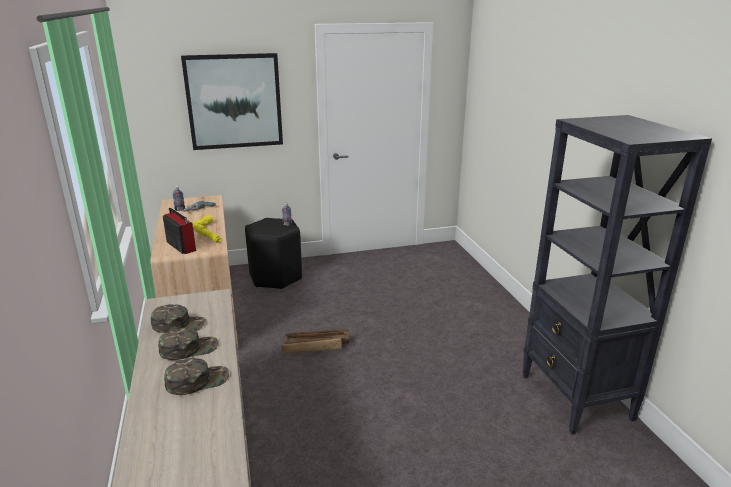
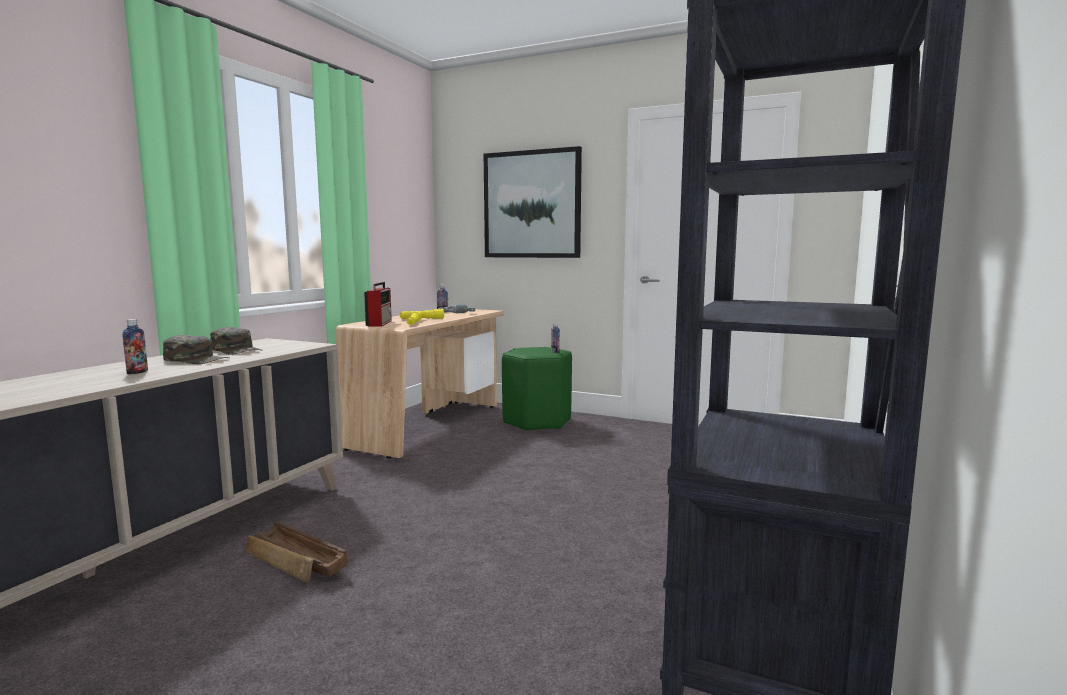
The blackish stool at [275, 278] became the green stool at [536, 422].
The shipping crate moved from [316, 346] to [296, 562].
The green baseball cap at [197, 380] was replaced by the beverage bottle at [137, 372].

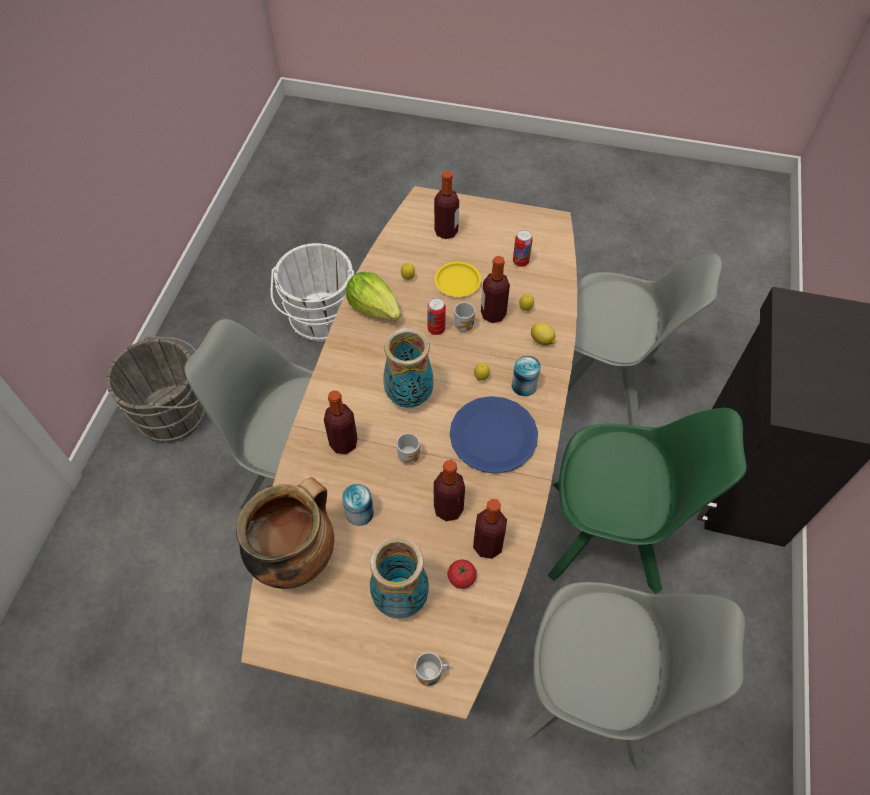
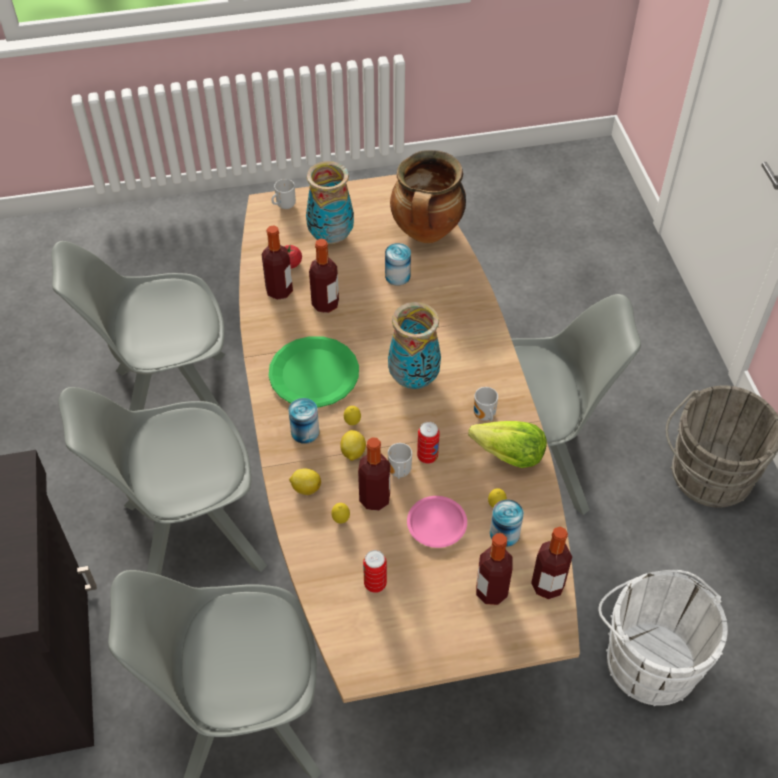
The yellowish dinner plate at [458, 281] became the pink dinner plate at [436, 524].
The beverage bottle moved from [343, 443] to [547, 585].
The blue-coloured dinner plate at [493, 436] became the green dinner plate at [314, 373].
The green upright chair at [609, 536] became the gray upright chair at [188, 536].
The tea mug moved from [410, 456] to [483, 416].
The whole lemon at [352, 453] appeared.
The sealed can at [504, 533] appeared.

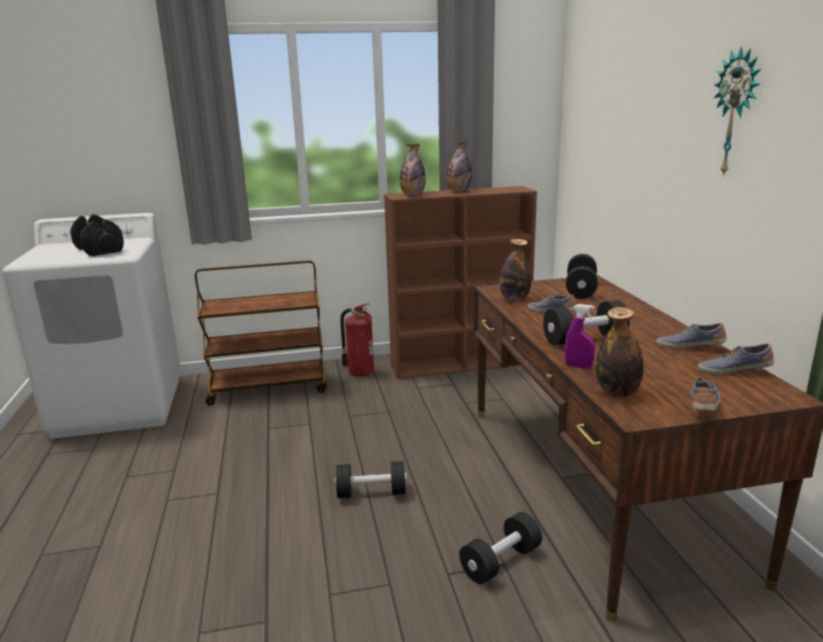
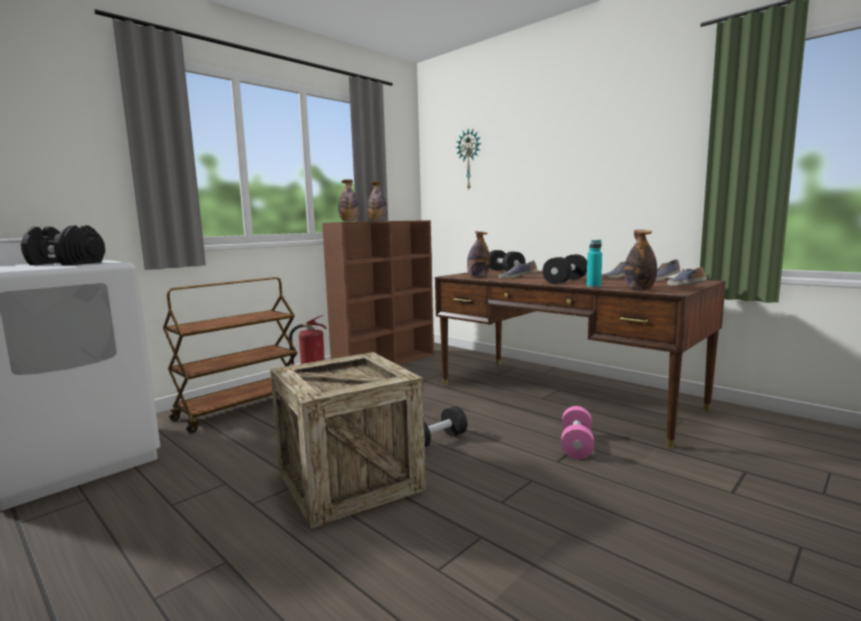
The wall clock moved from [736, 113] to [470, 159].
The purple spray bottle at [578, 366] was replaced by the turquoise-coloured beverage bottle at [593, 286].
The blackish free weight at [500, 562] became the pink free weight at [576, 445].
The shipping crate at [349, 481] appeared.

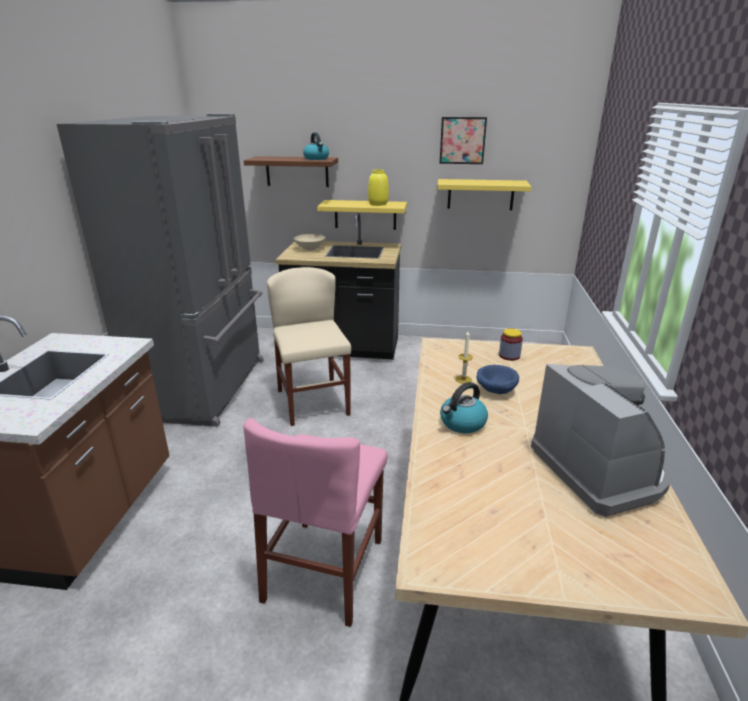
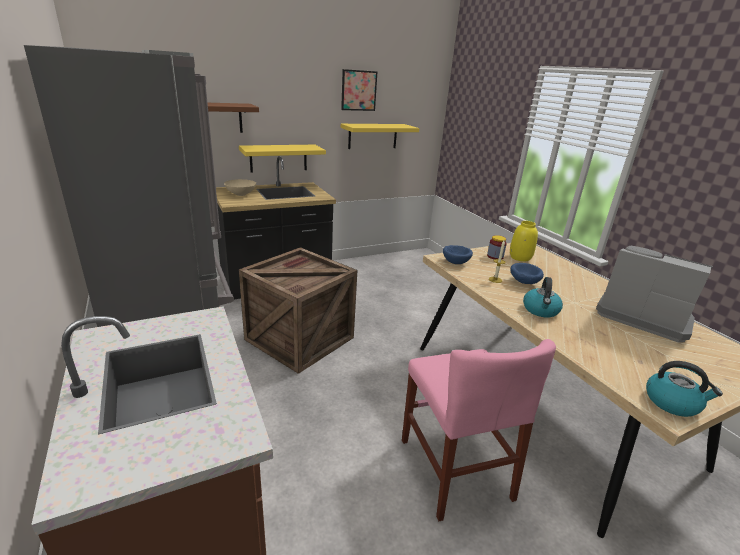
The water kettle moved from [316, 158] to [672, 402].
The yellowish vase moved from [378, 204] to [520, 258].
The beige upright chair at [313, 402] was replaced by the shipping crate at [300, 337].
The blue-coloured serving bowl at [456, 262] appeared.

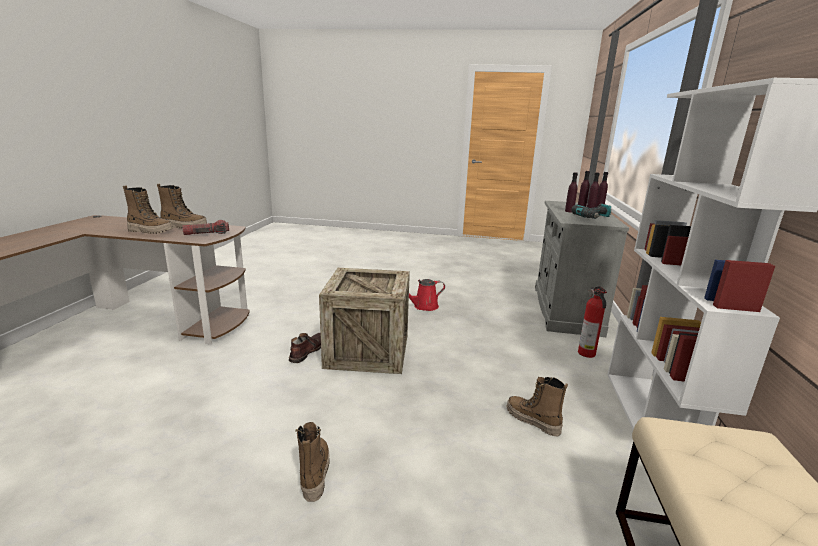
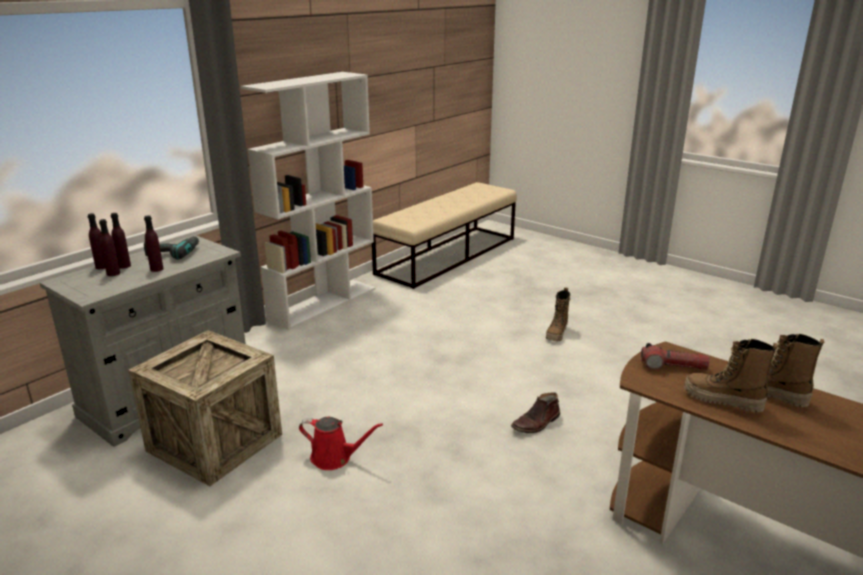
The shipping crate moved from [367, 351] to [215, 442].
The extinguisher at [587, 354] disappeared.
The high-top boot at [532, 421] disappeared.

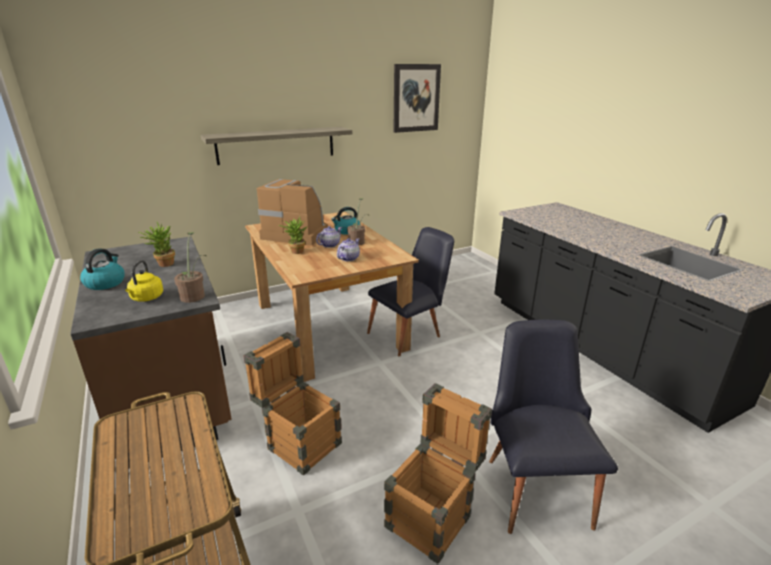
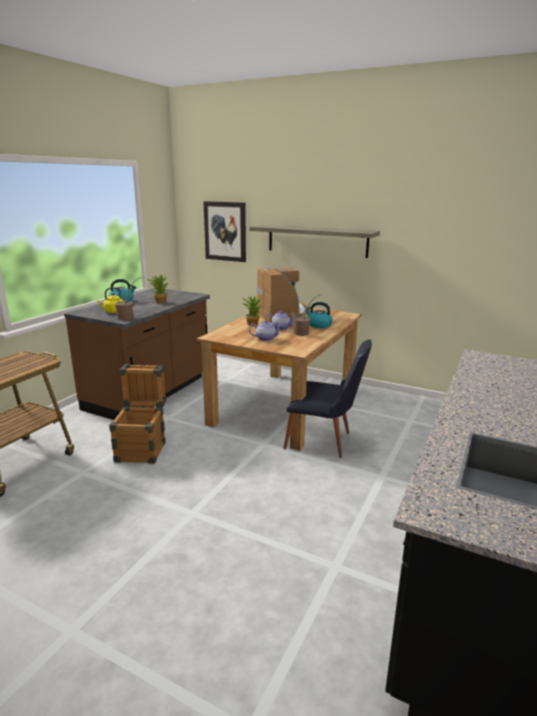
The picture moved from [416, 98] to [225, 231].
The blackish upright chair at [534, 482] disappeared.
The shipping crate at [434, 514] disappeared.

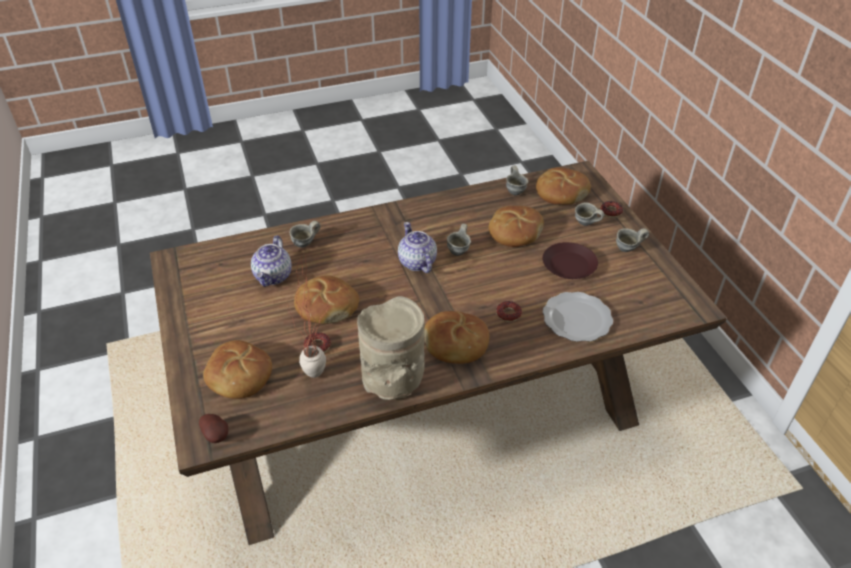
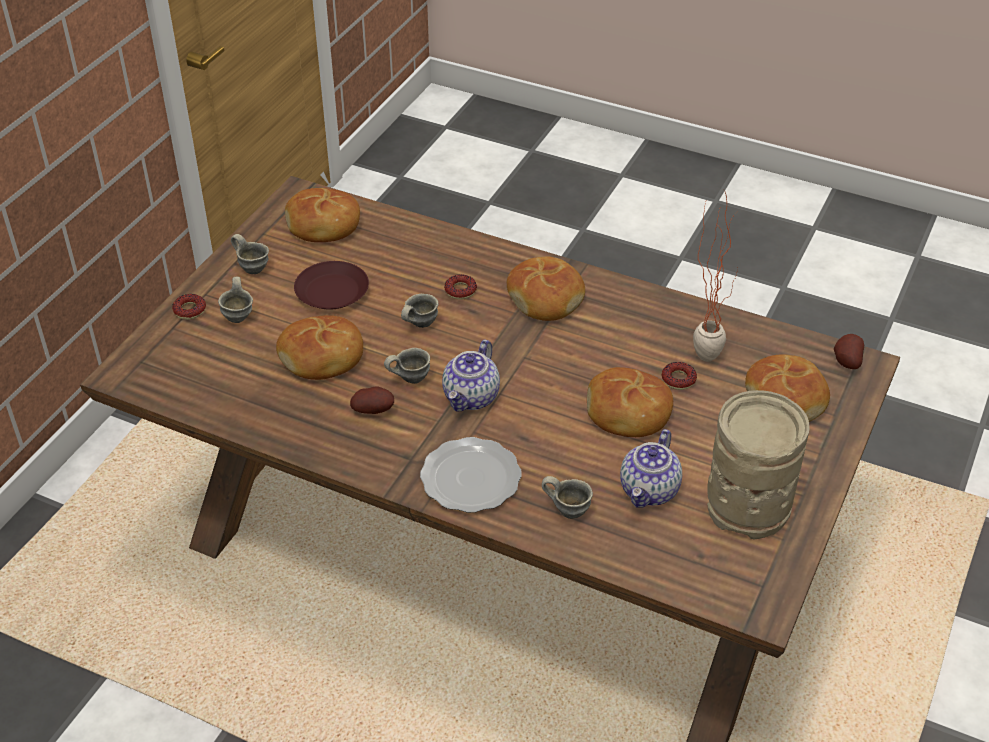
The gray tea mug moved from [516, 191] to [418, 324].
The baked bread moved from [561, 193] to [323, 226].
The teapot at [273, 276] turned 150 degrees clockwise.
The dinner plate moved from [578, 318] to [469, 477].
The beige vase moved from [393, 381] to [748, 506].
The whole potato at [374, 410] appeared.

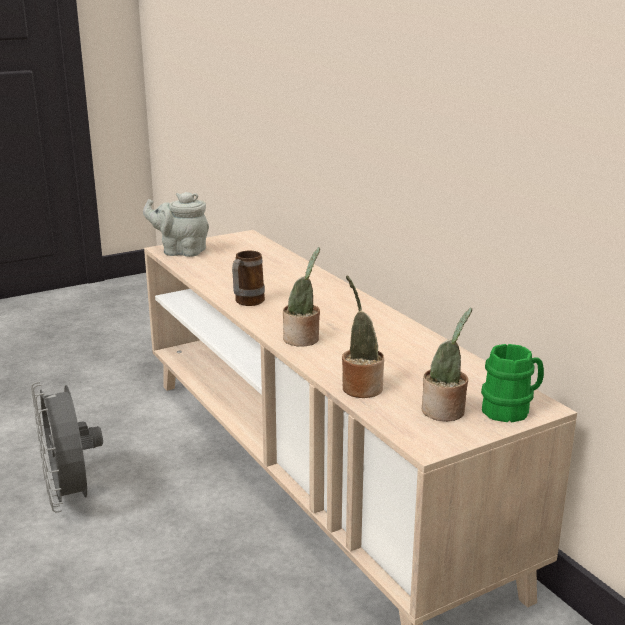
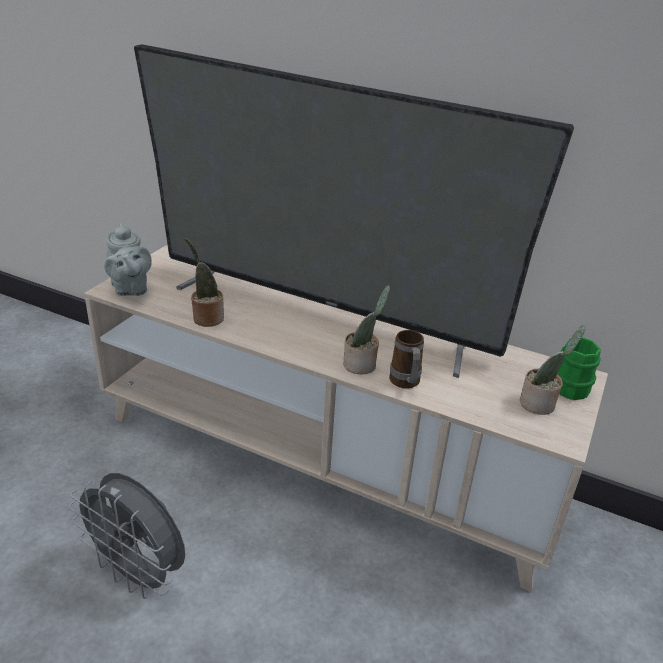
The gray teapot at [181, 251] turned 90 degrees counterclockwise.
The tea mug moved from [246, 303] to [405, 384].
The plant in a pot moved from [360, 387] to [206, 318].
The TV at [321, 312] appeared.

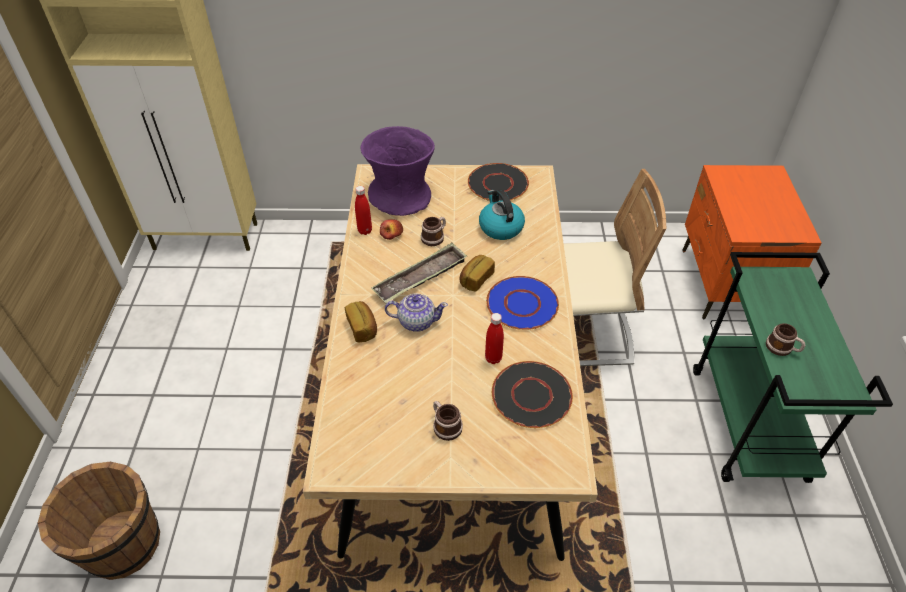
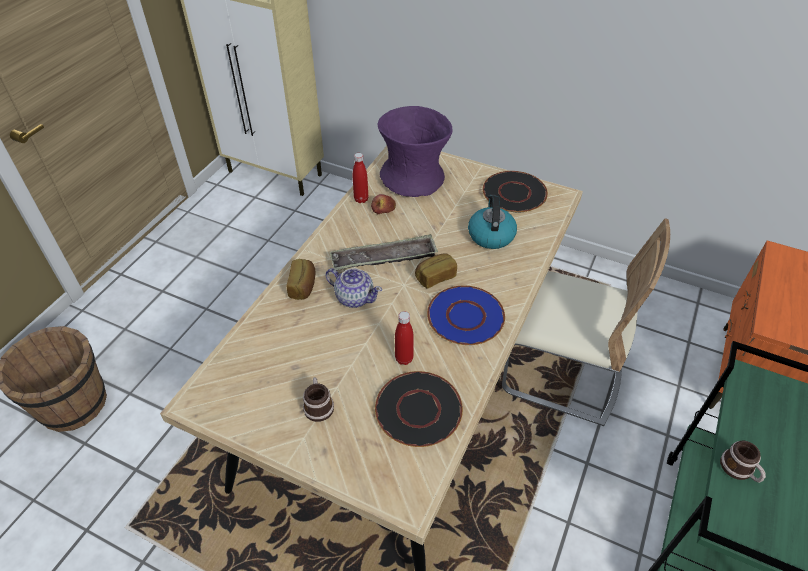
The tea mug at [435, 237] disappeared.

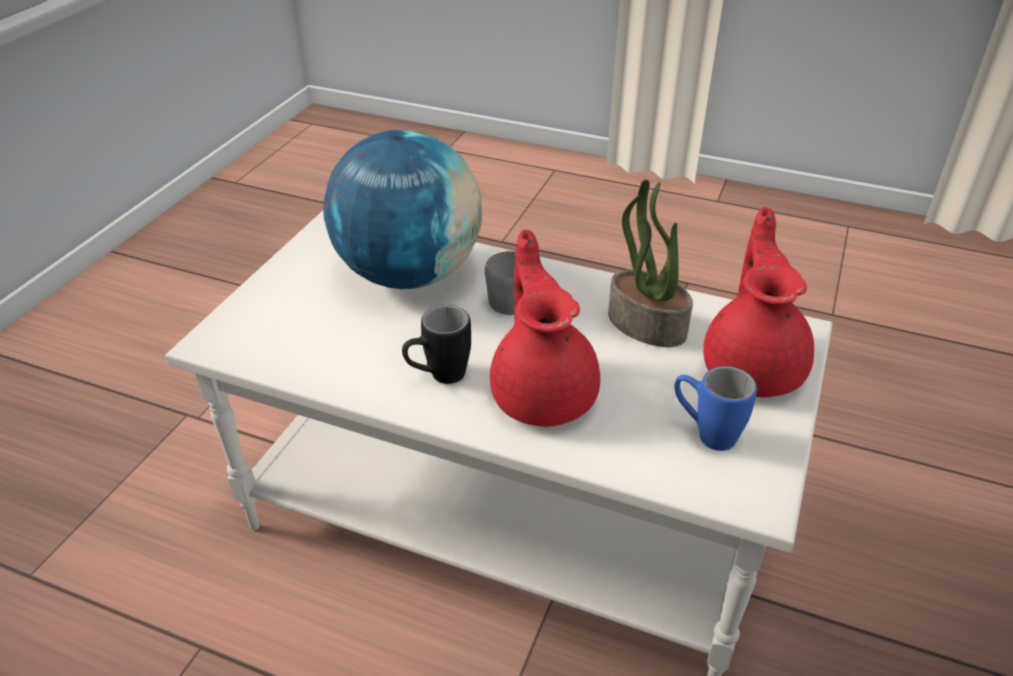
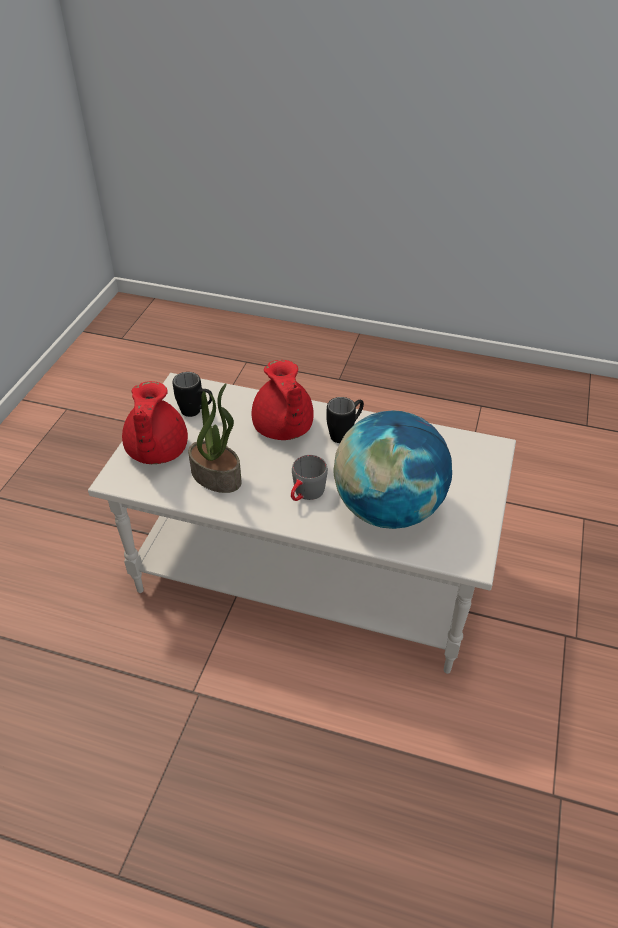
The blue-coloured tea mug at [705, 433] became the blackish tea mug at [196, 412].

